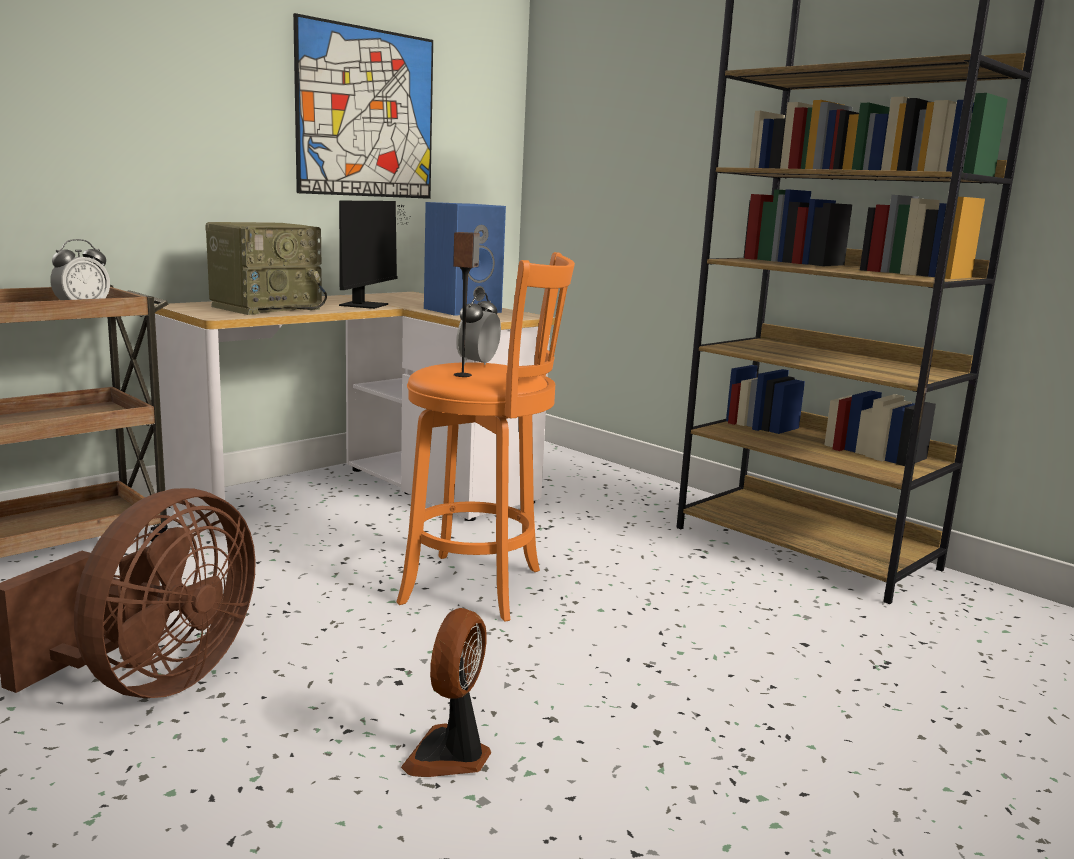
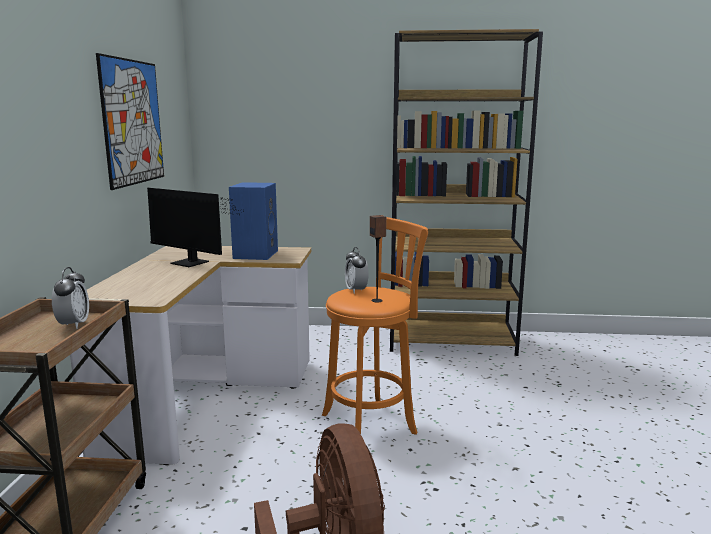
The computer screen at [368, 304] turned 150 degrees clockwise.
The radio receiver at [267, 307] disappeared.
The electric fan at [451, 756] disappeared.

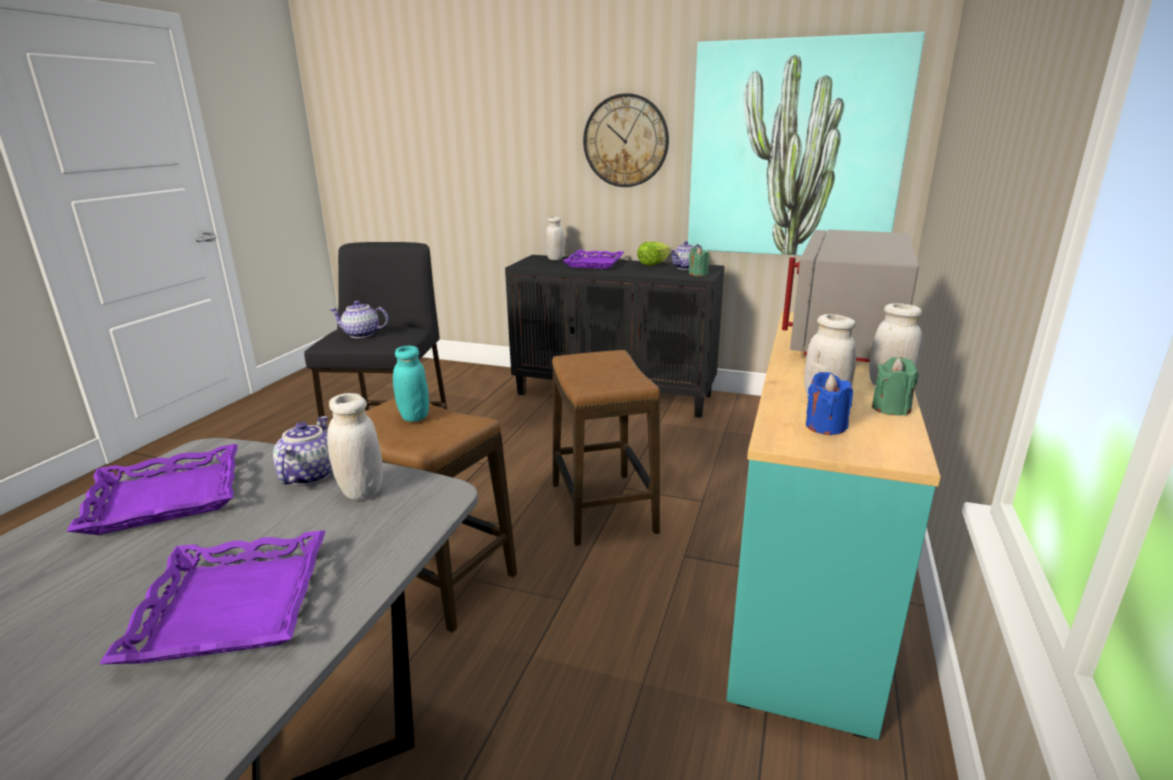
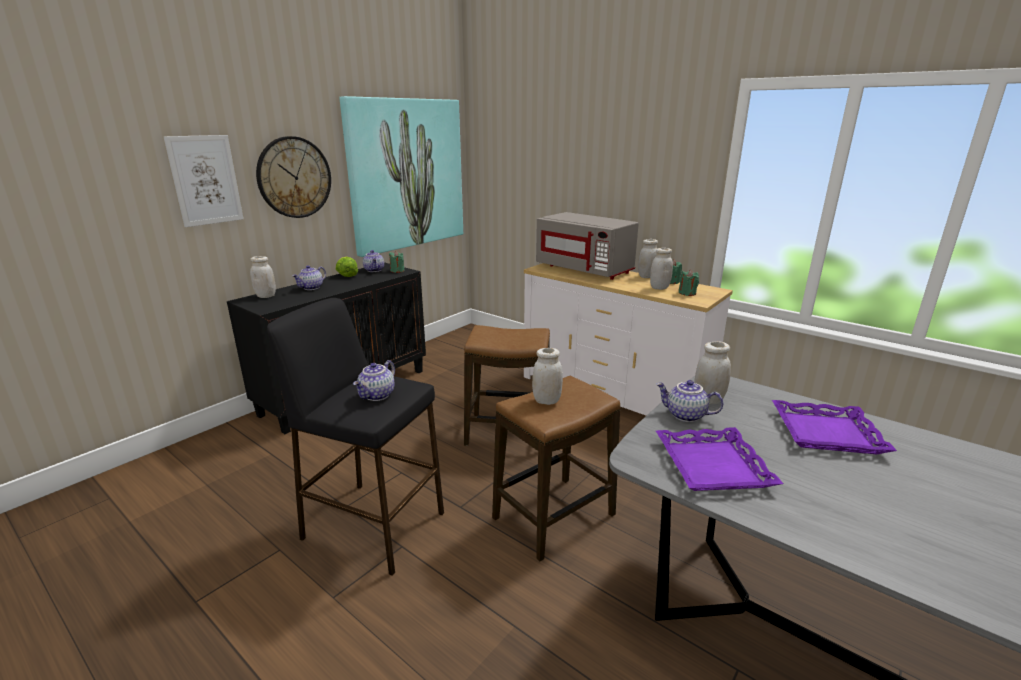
The purple carrying tray at [594, 263] was replaced by the teapot at [311, 288].
The turquoise-coloured chest of drawers at [808, 583] became the white chest of drawers at [612, 393].
The turquoise-coloured preserve jar at [414, 416] became the white preserve jar at [546, 401].
The blue-coloured wax candle at [825, 426] became the green wax candle at [687, 293].
The picture at [205, 180] appeared.

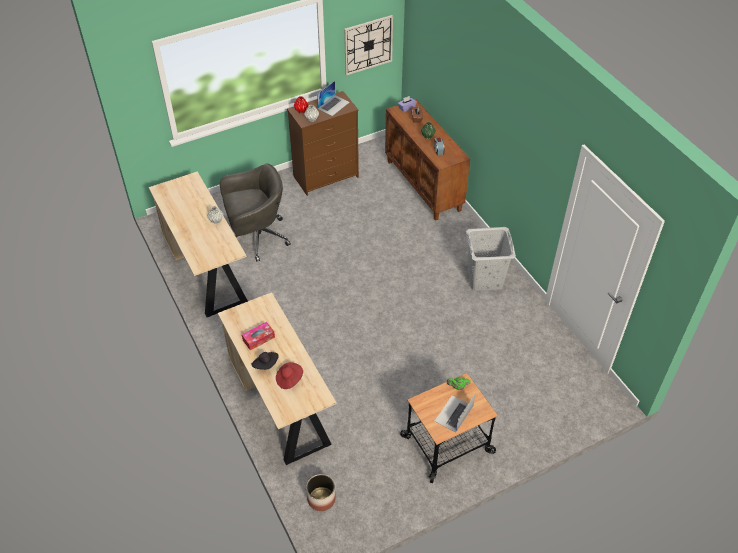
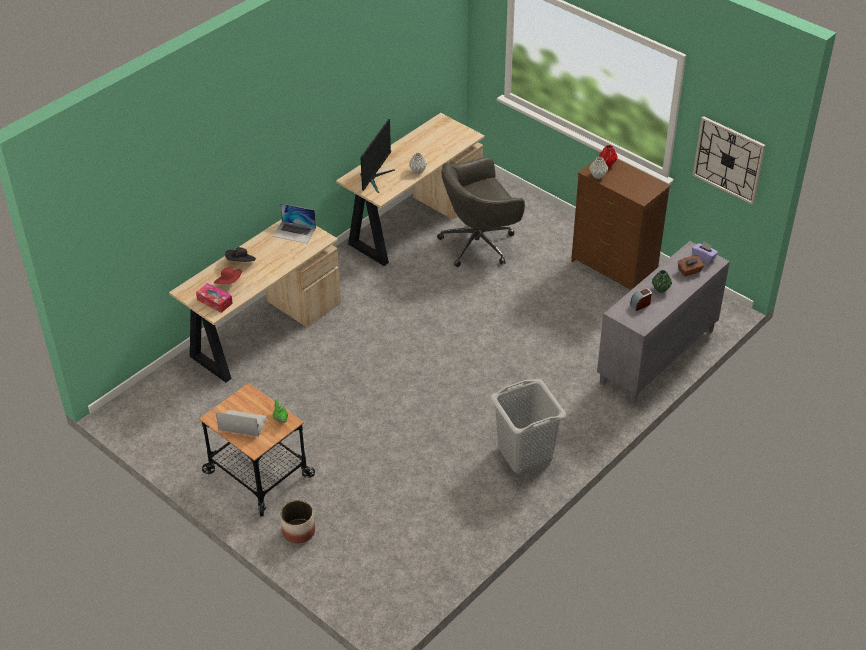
The portable computer moved from [333, 105] to [294, 232].
The brown cabinet at [424, 186] became the gray cabinet at [657, 357].
The gray computer chair at [257, 238] turned 105 degrees clockwise.
The tissue box moved from [258, 339] to [214, 301].
The planter moved from [321, 499] to [298, 531].
The computer screen at [375, 178] appeared.

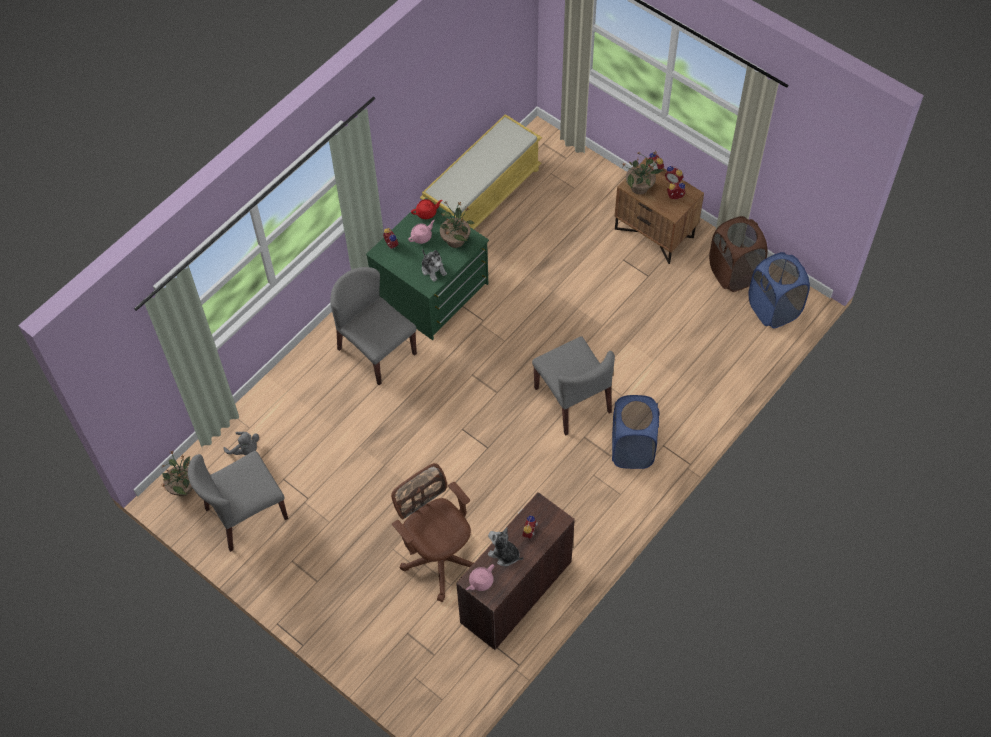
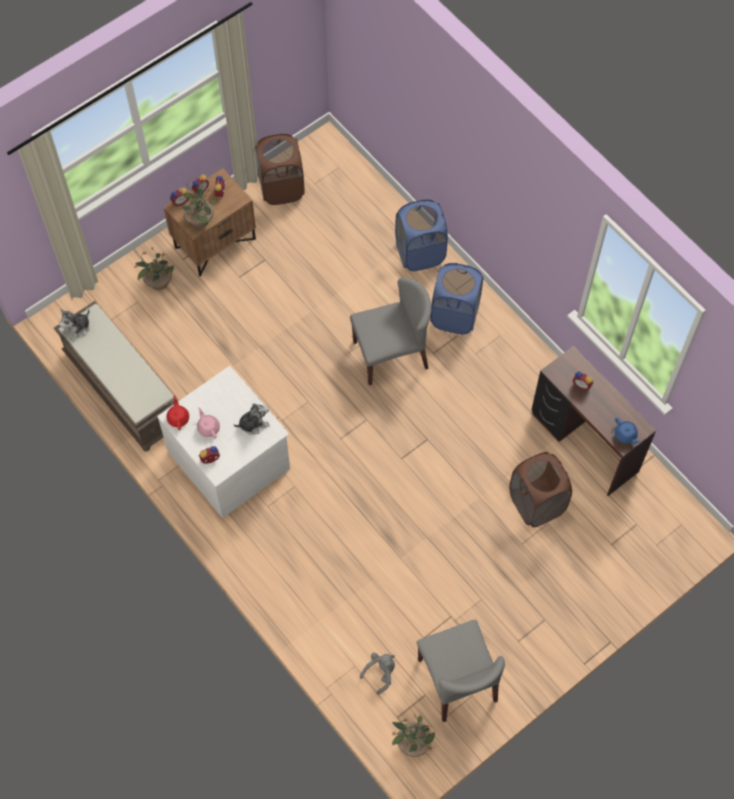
The yellowish indoor bench at [482, 197] became the brown indoor bench at [122, 389].
The green chest of drawers at [432, 292] became the white chest of drawers at [230, 459].
The plant in a pot moved from [455, 240] to [158, 282].
The blue-coloured laundry basket moved from [773, 309] to [420, 253].
The gray upright chair at [376, 351] disappeared.
The brown computer chair at [438, 556] was replaced by the brown laundry basket at [536, 503].
The cuddly toy moved from [504, 554] to [77, 329].
The pink teapot at [480, 581] became the blue-coloured teapot at [625, 435].

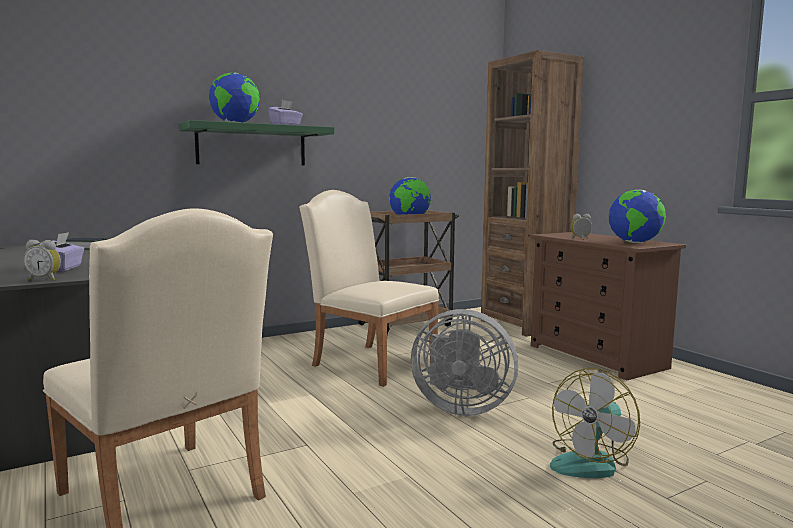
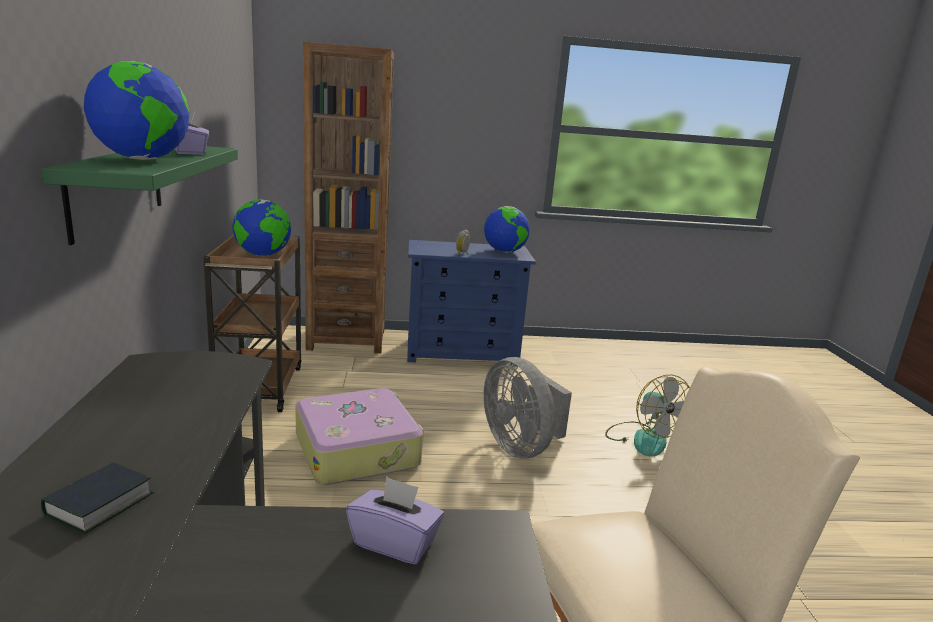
The beige upright chair at [368, 362] was replaced by the piece of luggage at [358, 449].
The brown chest of drawers at [597, 356] became the blue-coloured chest of drawers at [462, 352].
The table clock at [45, 279] disappeared.
The gray electric fan at [460, 407] turned 105 degrees clockwise.

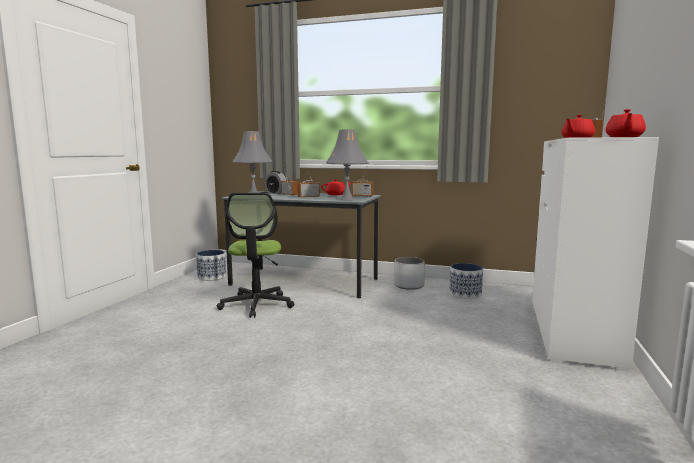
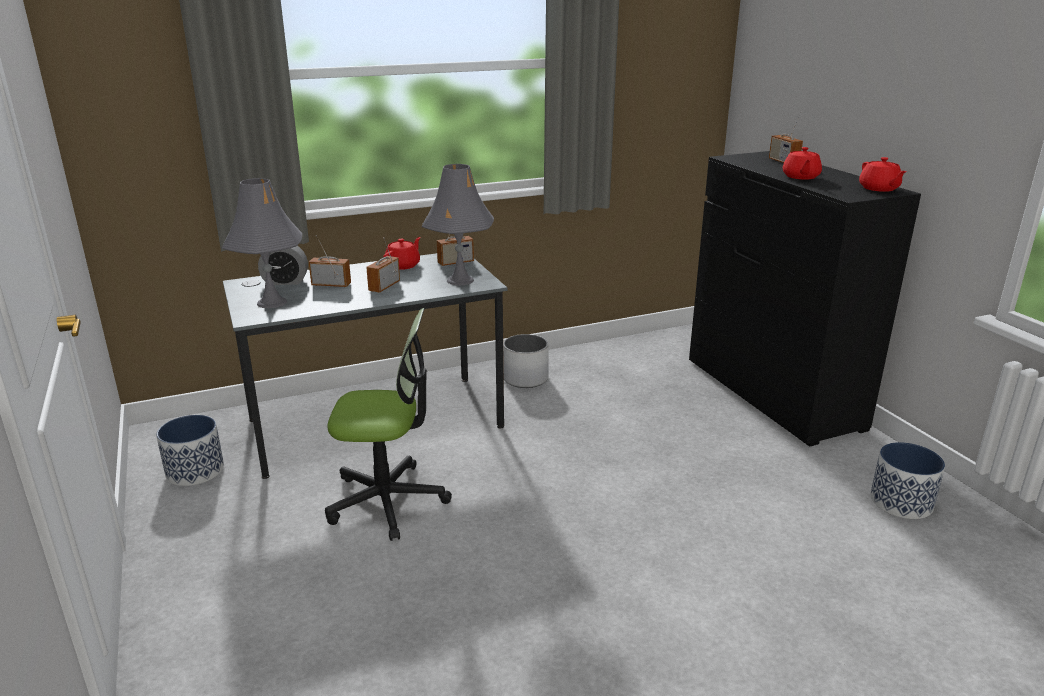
The white chest of drawers at [572, 331] became the blackish chest of drawers at [772, 394].
The computer chair at [256, 305] turned 45 degrees counterclockwise.
The planter moved from [465, 294] to [901, 502].

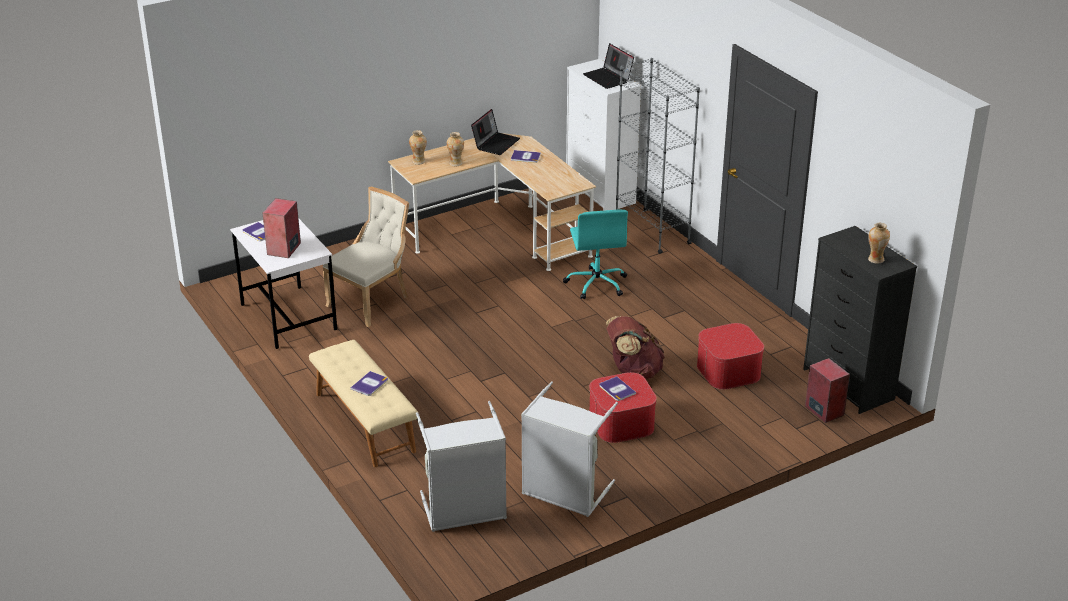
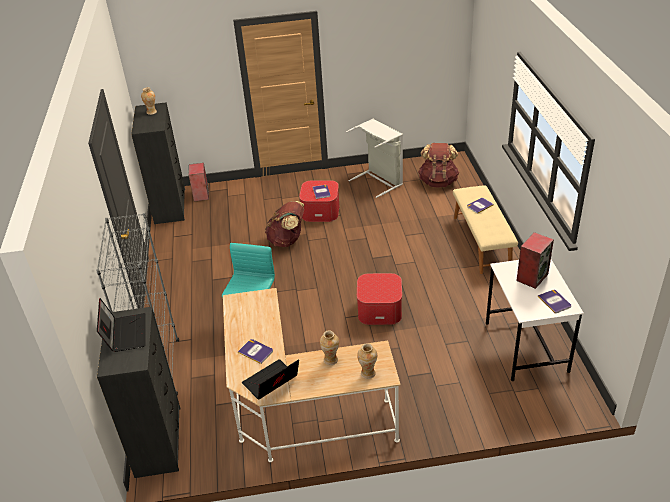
The white chest of drawers at [600, 193] became the blackish chest of drawers at [158, 440].
The beige upright chair at [372, 301] disappeared.
The footrest moved from [728, 371] to [380, 309].
The gray laundry basket at [464, 512] was replaced by the brown rucksack at [438, 182].

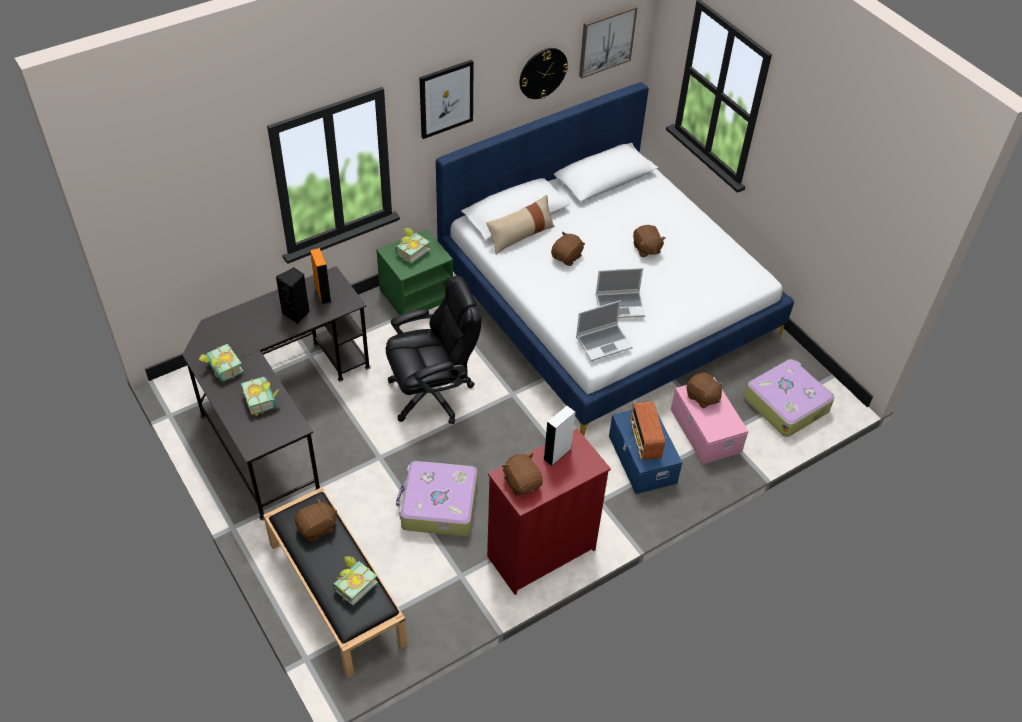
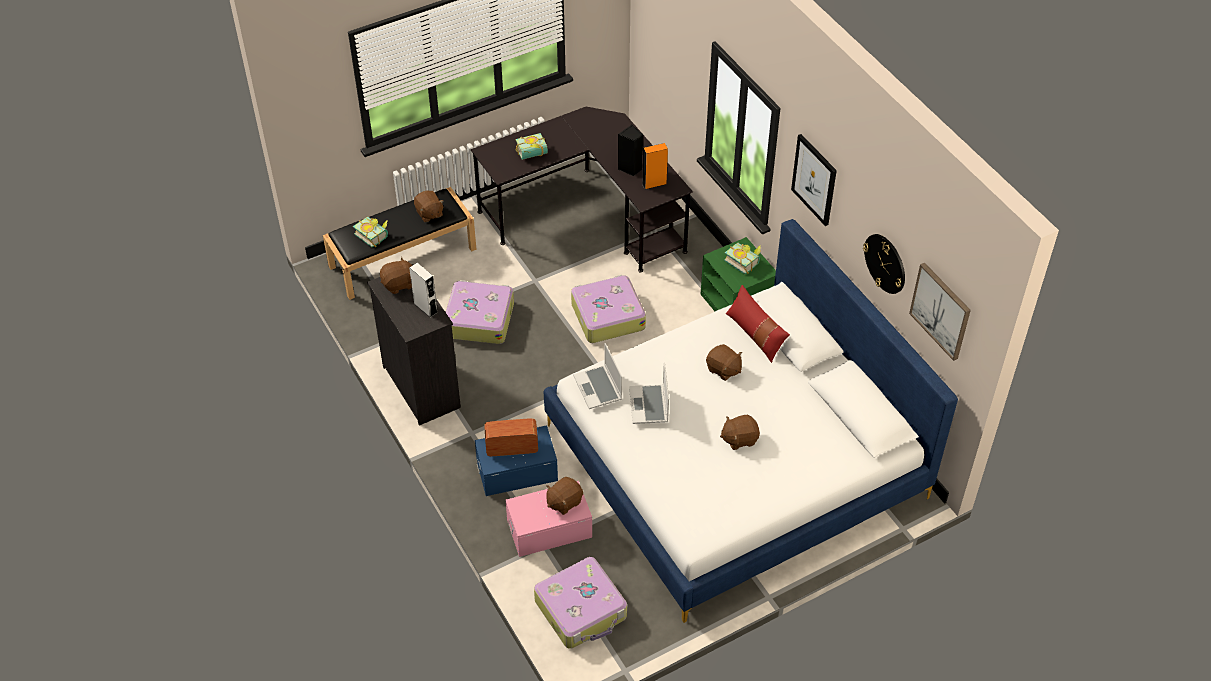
The beige cushion at [520, 235] became the red-coloured cushion at [755, 334].
The blackish computer chair at [432, 393] was replaced by the piece of luggage at [607, 316].
The volume at [221, 370] disappeared.
The red-coloured chest of drawers at [540, 553] became the blackish chest of drawers at [421, 386].

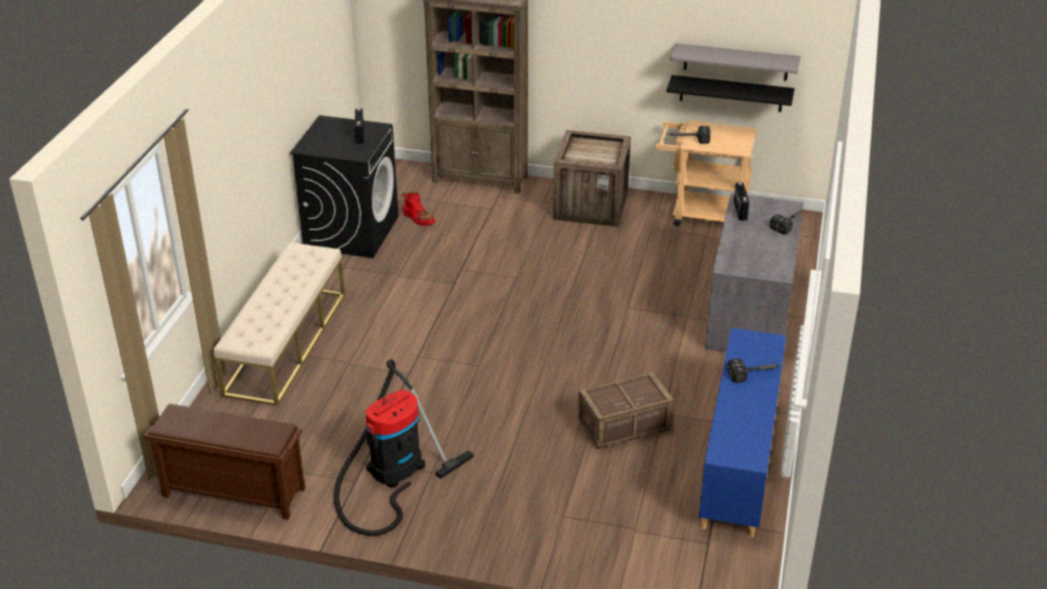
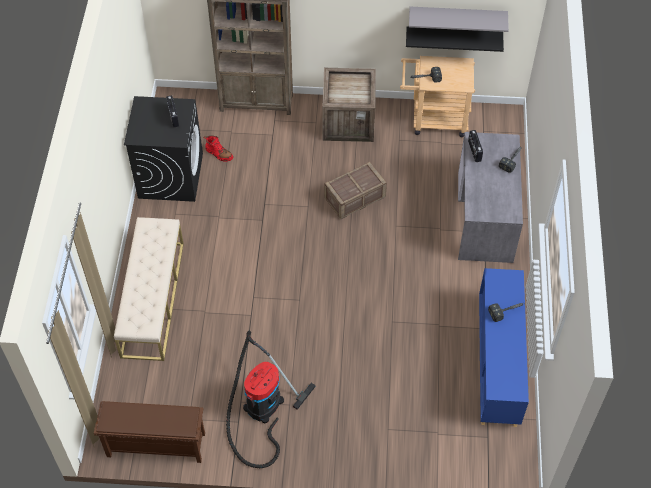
The shipping crate moved from [624, 424] to [355, 197].

